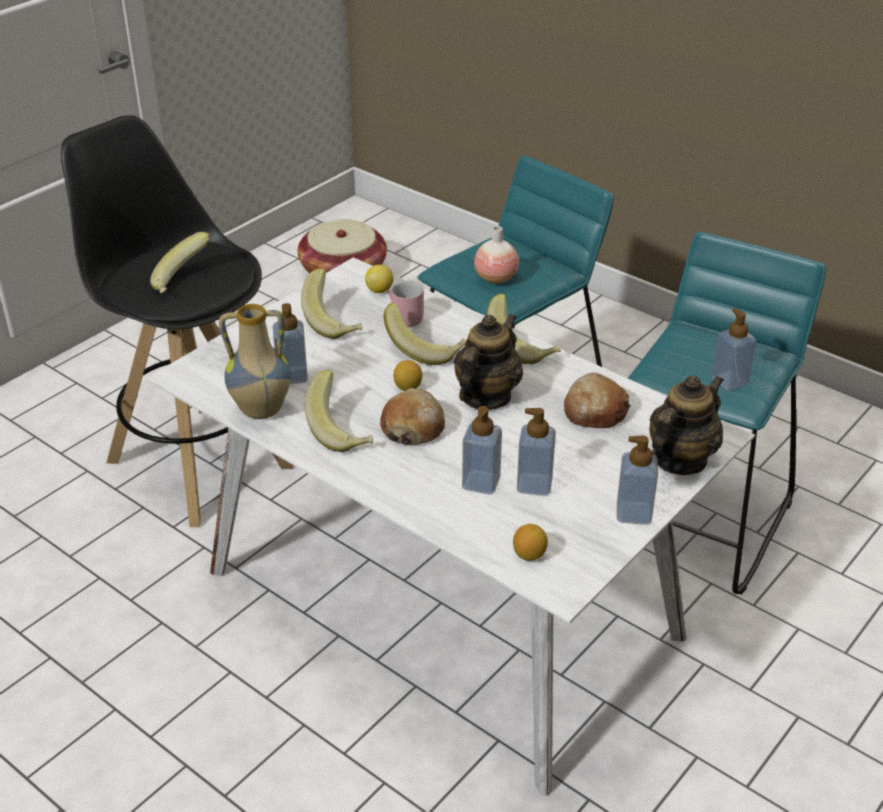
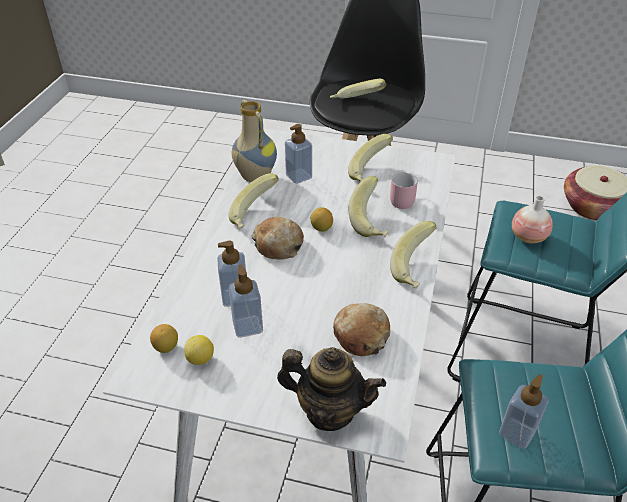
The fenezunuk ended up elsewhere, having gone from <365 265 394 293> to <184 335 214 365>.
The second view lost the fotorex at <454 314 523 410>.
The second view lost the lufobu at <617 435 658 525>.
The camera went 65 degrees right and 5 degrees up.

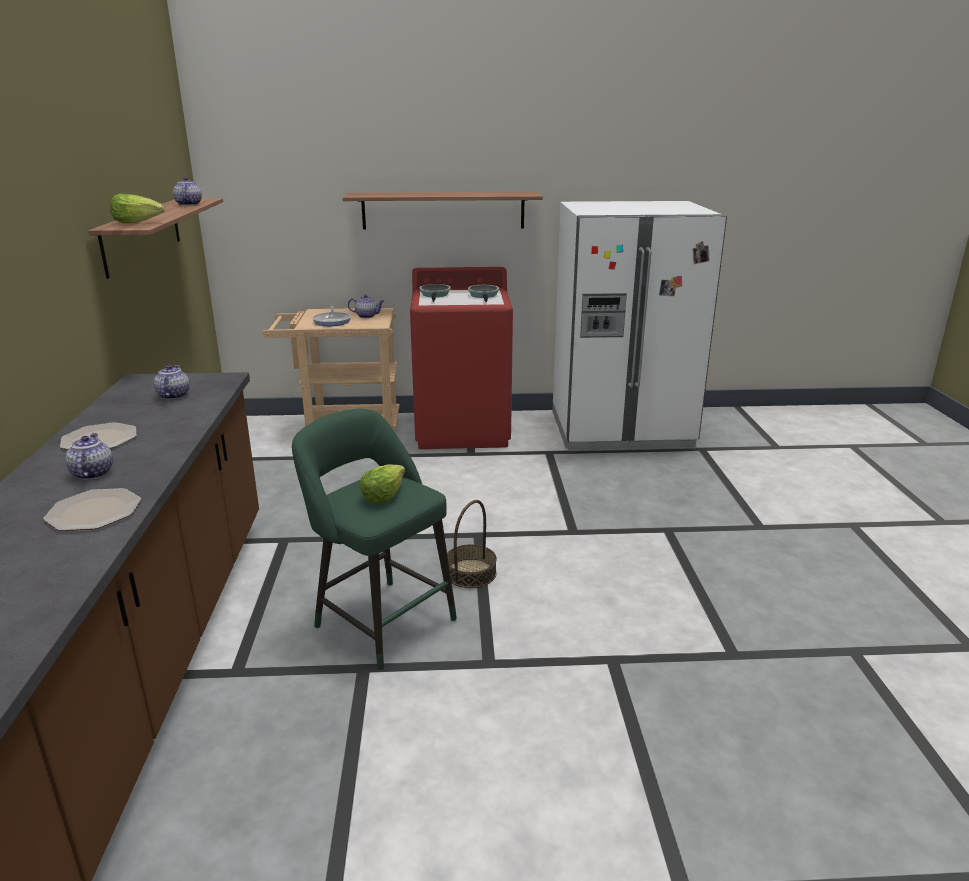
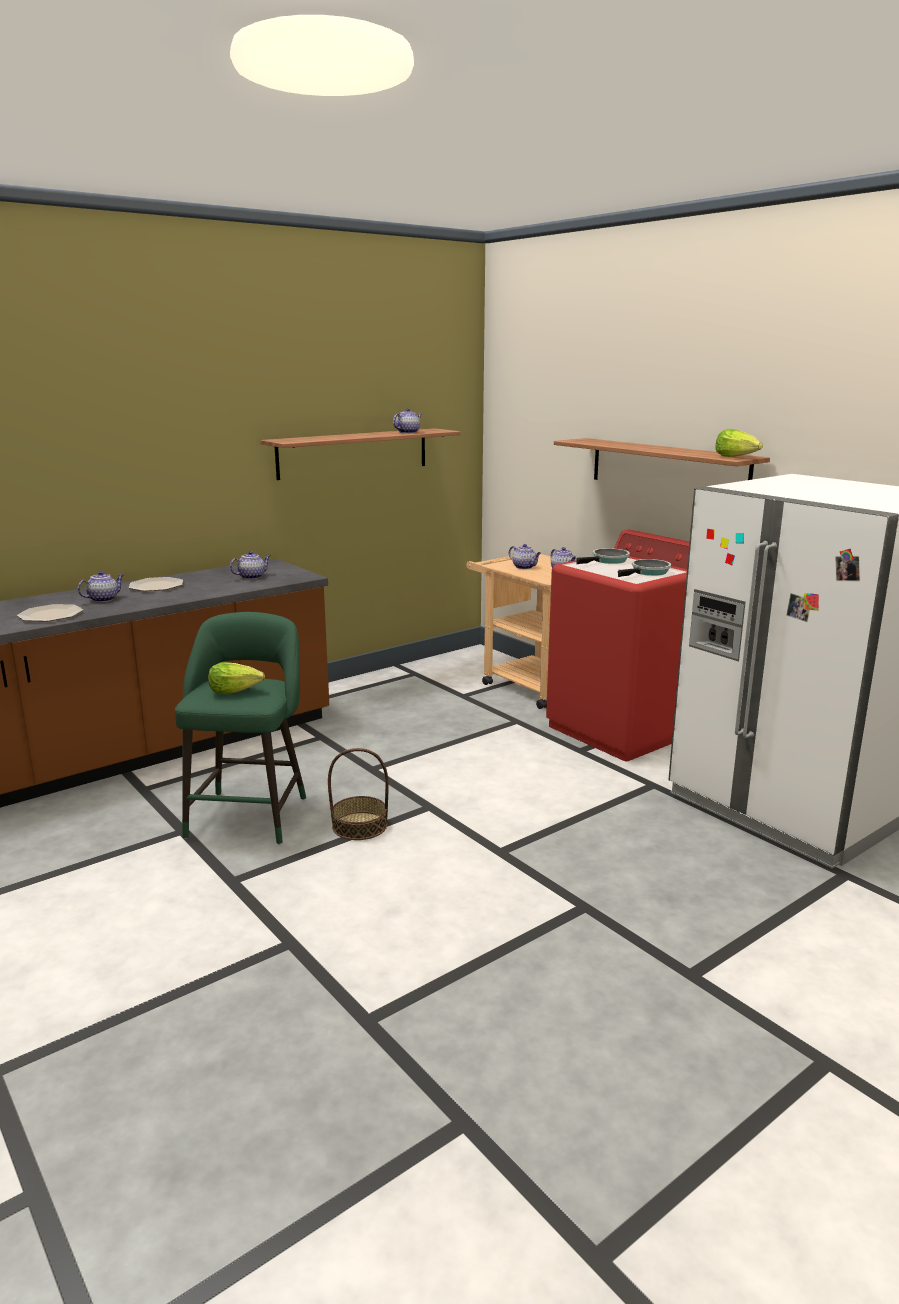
The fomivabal ended up elsewhere, having gone from <110 194 165 223> to <715 429 763 457>.
Where the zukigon stood at <312 306 351 326>, the fotorex came to stand at <509 544 541 569>.
The camera went 55 degrees right and 5 degrees down.

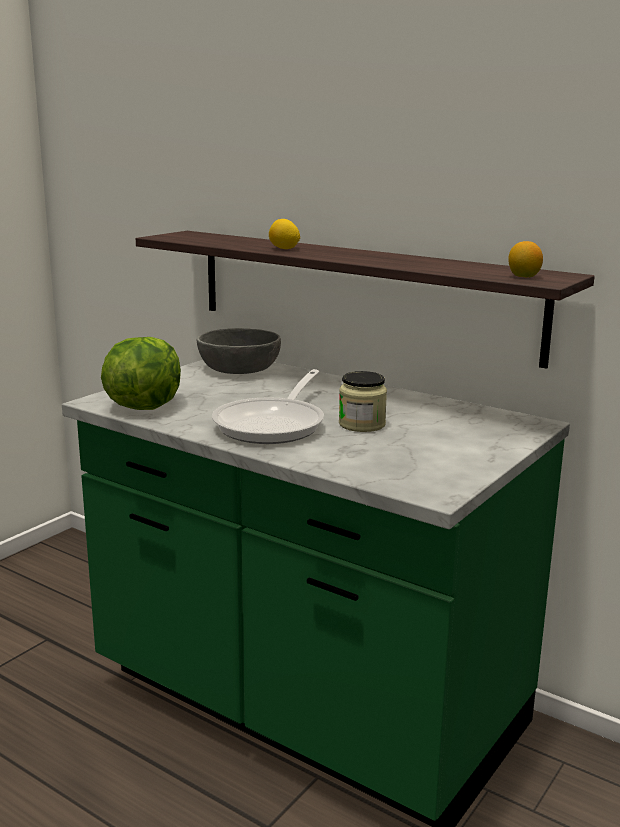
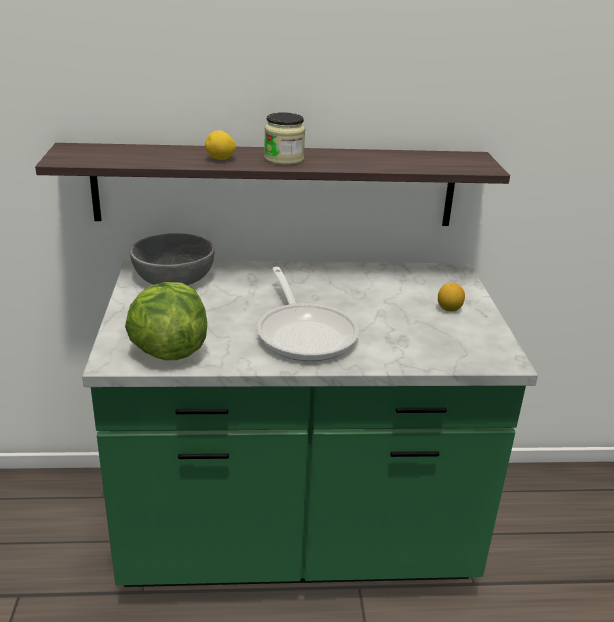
The fenezunuk ended up elsewhere, having gone from <508 241 543 278> to <438 283 465 312>.
The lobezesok ended up elsewhere, having gone from <339 371 387 432> to <264 112 305 165>.
The camera went 40 degrees left and 10 degrees up.

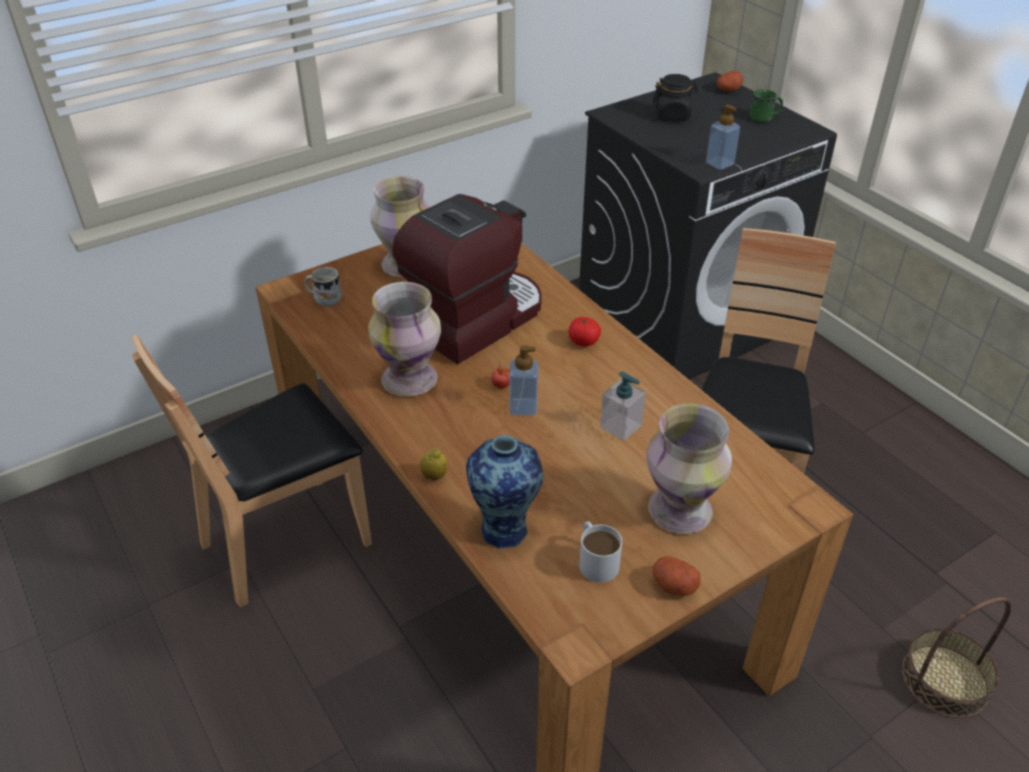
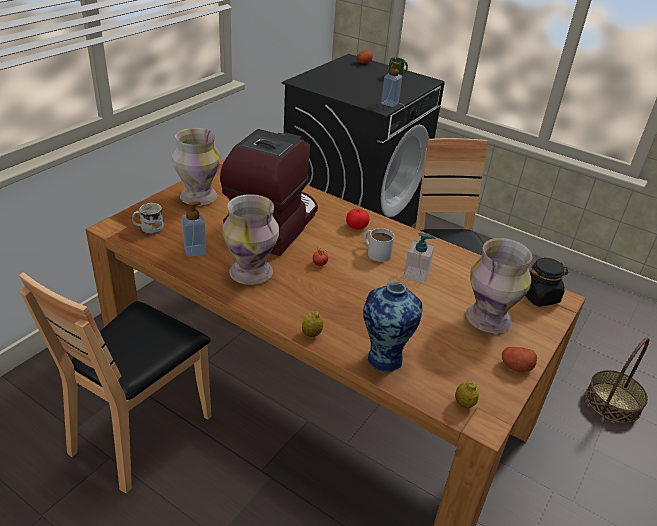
The lobezesok (black) ended up elsewhere, having gone from <653 74 698 121> to <525 258 568 307>.
The lufobu ended up elsewhere, having gone from <509 345 538 416> to <182 202 206 257>.
The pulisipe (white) ended up elsewhere, having gone from <579 521 622 582> to <364 228 395 262>.
The second view gained the fenezunuk at <455 381 479 408>.
The camera went 25 degrees left and 5 degrees down.

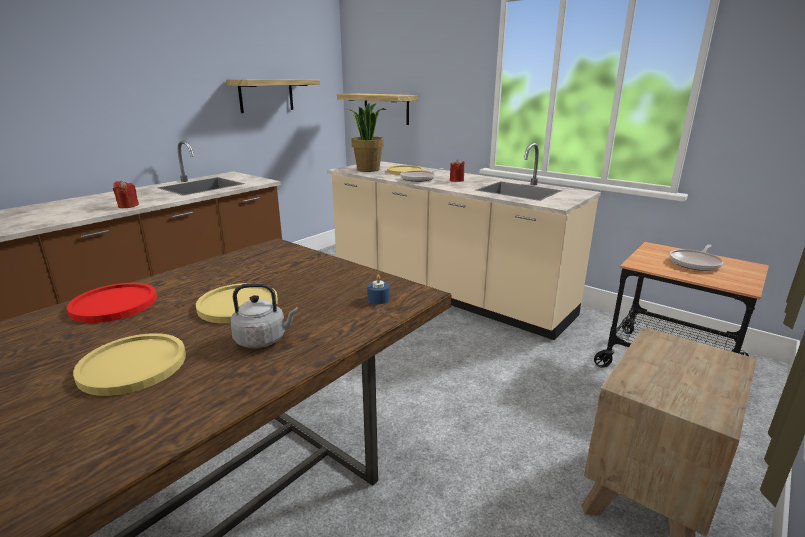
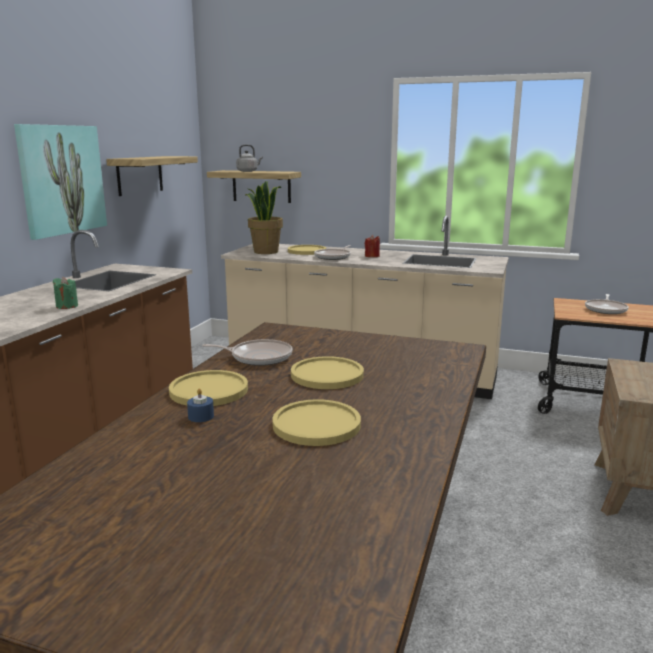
What was the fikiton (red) at <113 180 139 208> turned into the fikiton (green) at <53 277 78 309>.
The fikiton (blue) ended up elsewhere, having gone from <367 275 390 304> to <187 388 214 422>.
What was the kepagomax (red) at <67 283 157 323> turned into the kepagomax (yellow) at <169 370 248 406>.
The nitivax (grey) ended up elsewhere, having gone from <230 283 298 348> to <236 144 263 172>.
The second view gained the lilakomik at <14 124 107 240>.
The second view gained the zukigon at <202 339 293 366>.
The camera went 20 degrees left and 5 degrees down.

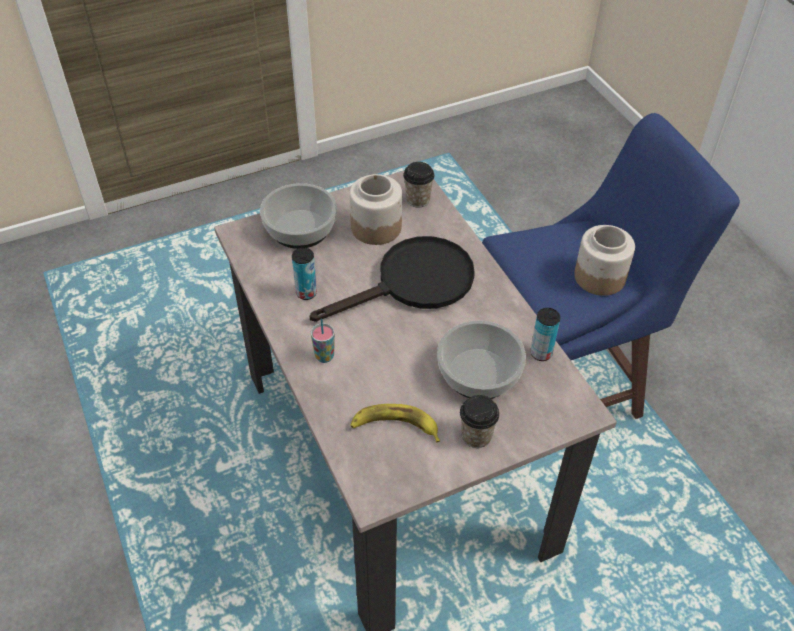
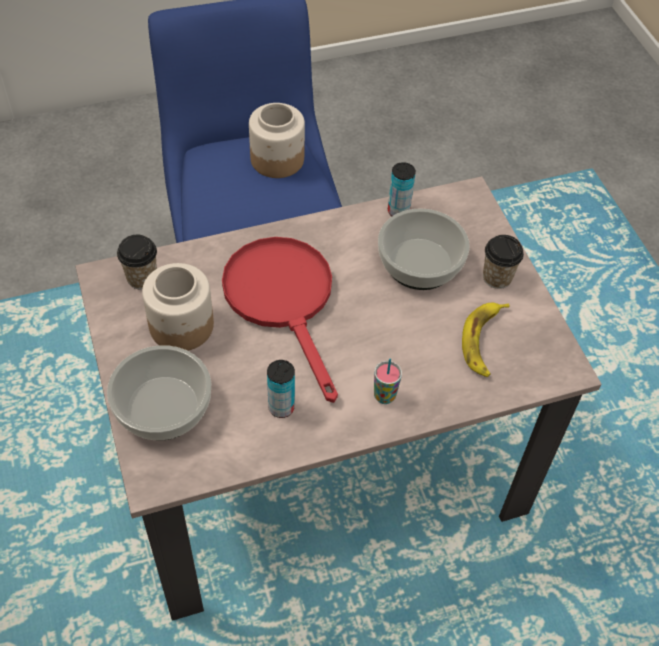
What was the zukigon (black) at <310 236 475 322> turned into the zukigon (red) at <222 237 338 403>.
The camera went 85 degrees left and 5 degrees up.

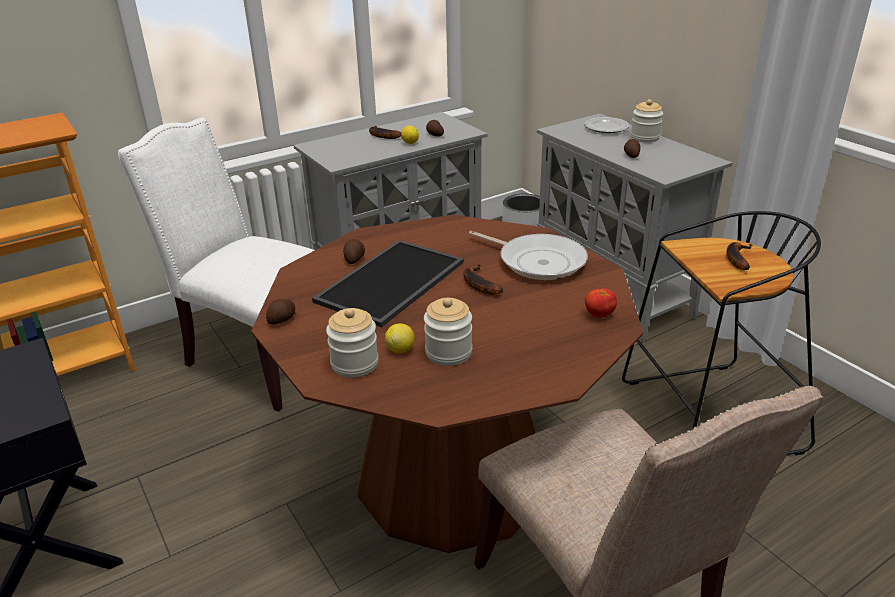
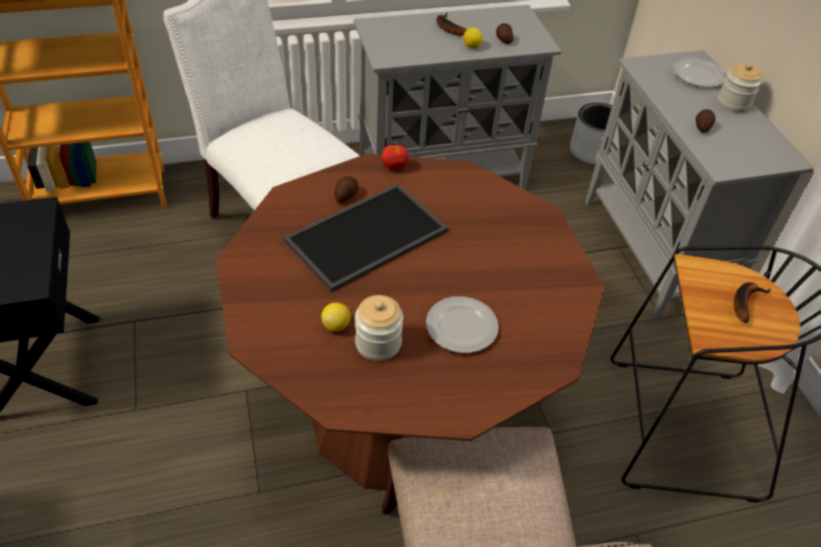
The second view lost the zukigon at <469 231 588 280>.
The second view lost the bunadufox at <463 264 503 295>.
The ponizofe ended up elsewhere, having gone from <585 288 617 318> to <382 145 408 170>.
The second view lost the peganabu at <266 299 295 325>.
The second view lost the lobezesok at <326 308 378 377>.
The second view gained the kepagomax at <426 296 499 353>.
The camera went 15 degrees right and 15 degrees up.

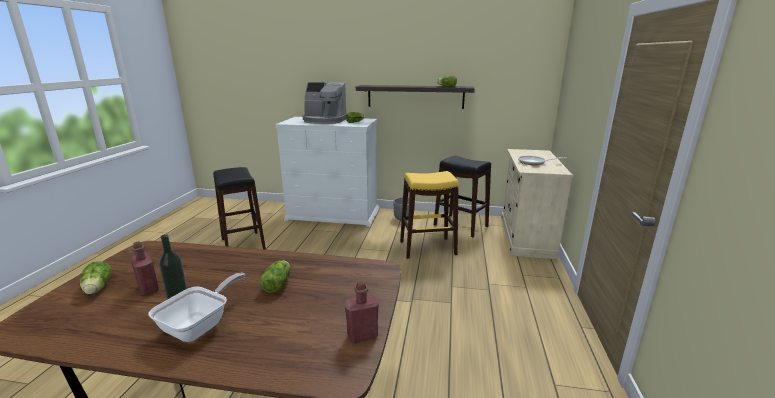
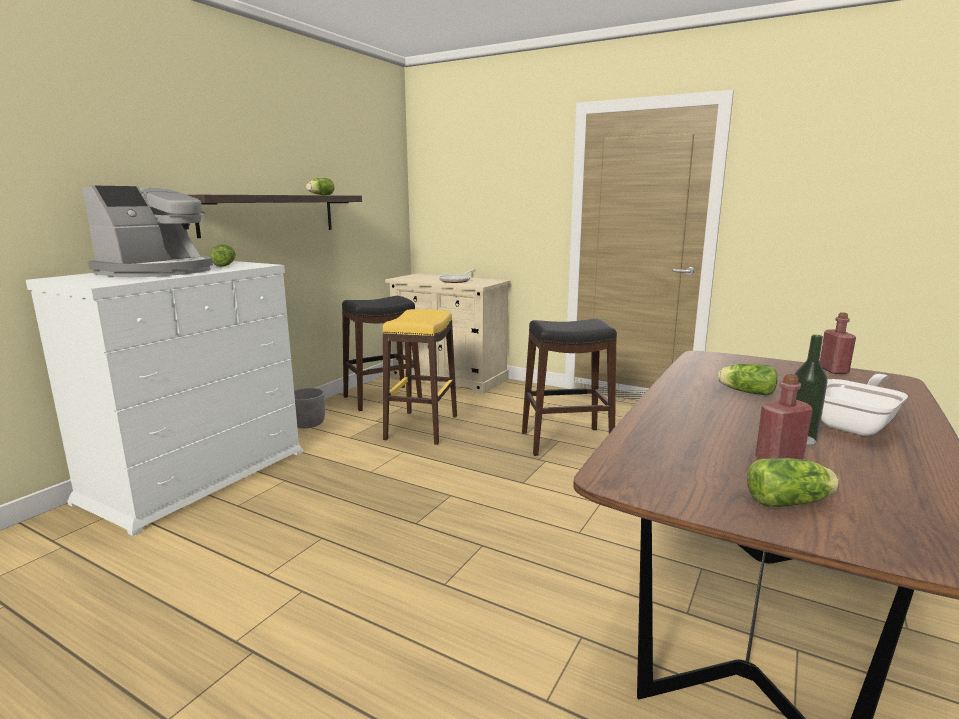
The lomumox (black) ended up elsewhere, having gone from <213 167 266 250> to <522 319 617 456>.
The zukigon at <148 273 245 342> ended up facing another way, 90 degrees clockwise from before.
The camera went 70 degrees left and 5 degrees down.

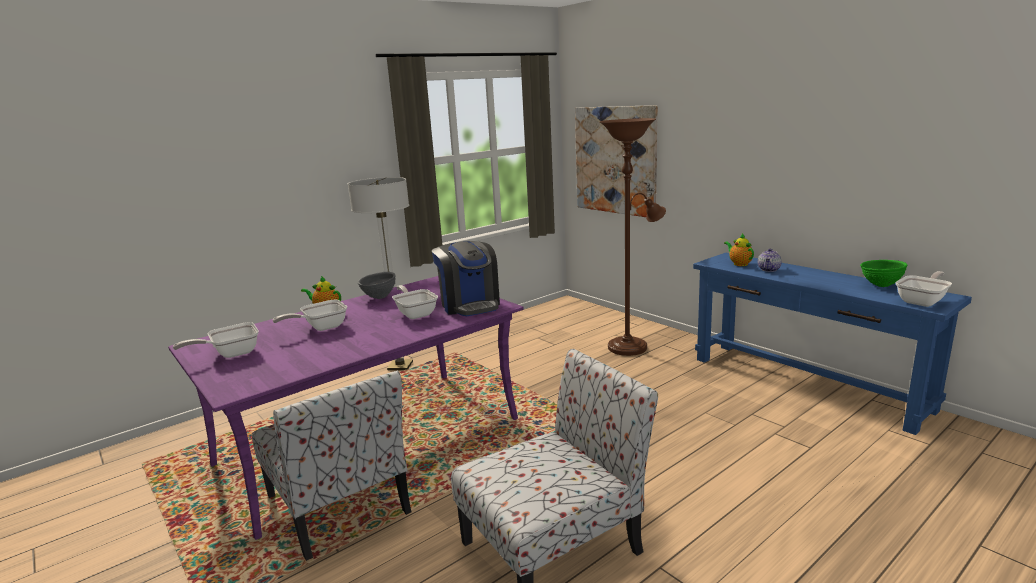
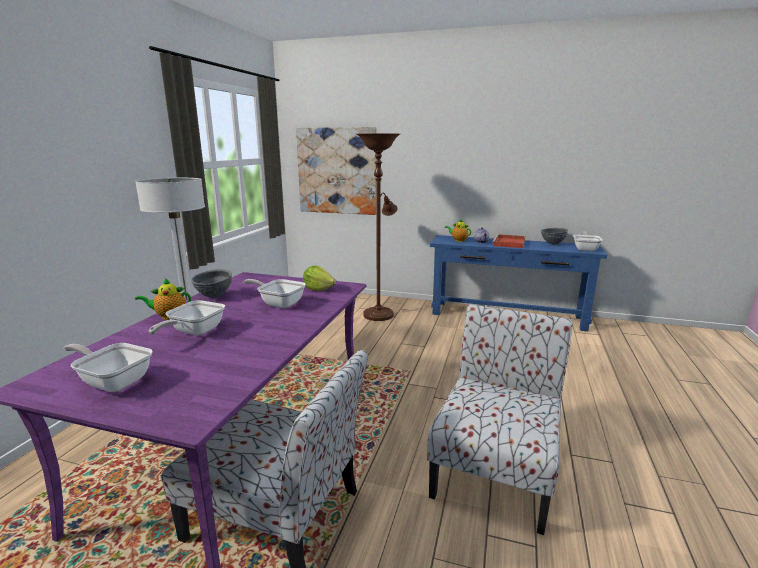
Where the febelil stood at <432 241 500 316>, the fomivabal came to stand at <303 265 336 291>.
What was the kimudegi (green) at <860 260 907 287> turned into the kimudegi (grey) at <541 228 568 245>.
The zukigon at <173 322 259 358> ended up facing another way, 90 degrees clockwise from before.
The second view gained the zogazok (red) at <492 234 525 248>.
The camera went 35 degrees left and 0 degrees up.

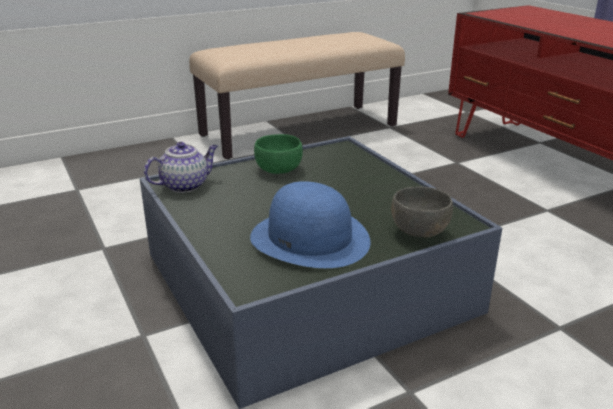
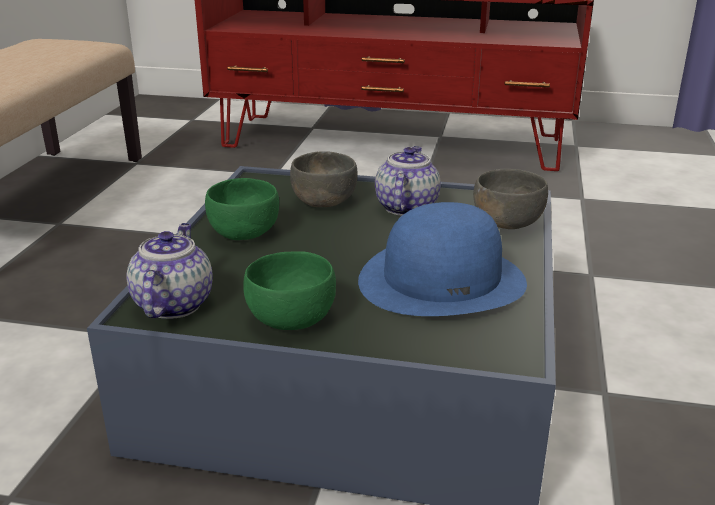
The second view gained the fotorex at <375 146 441 216>.
The second view gained the kimudegi (grey) at <290 151 358 207>.
The second view gained the kimudegi (green) at <243 251 336 330>.
The camera went 50 degrees left and 0 degrees up.

